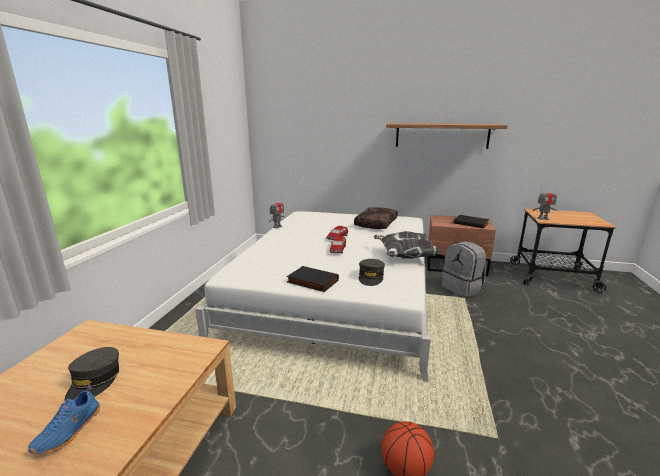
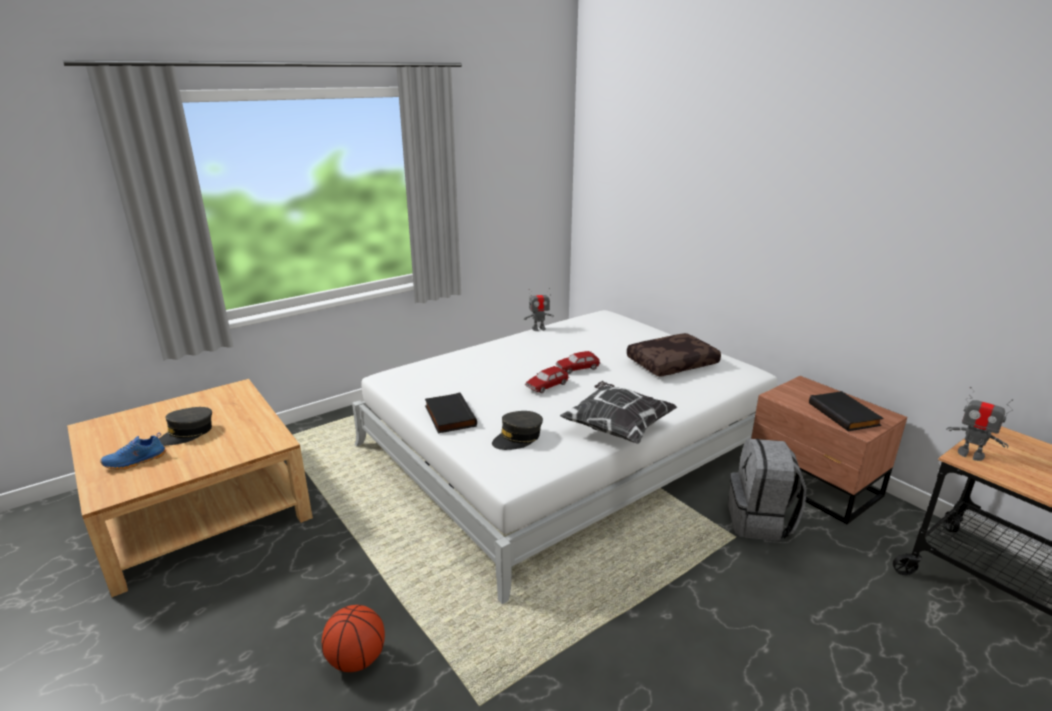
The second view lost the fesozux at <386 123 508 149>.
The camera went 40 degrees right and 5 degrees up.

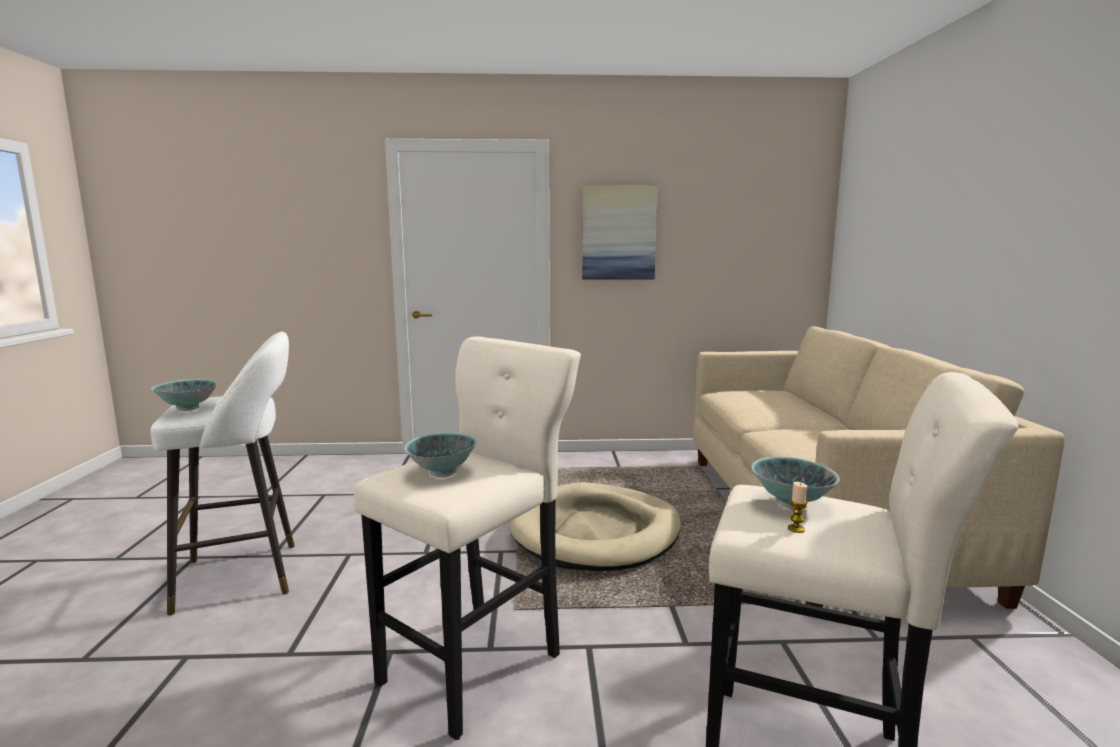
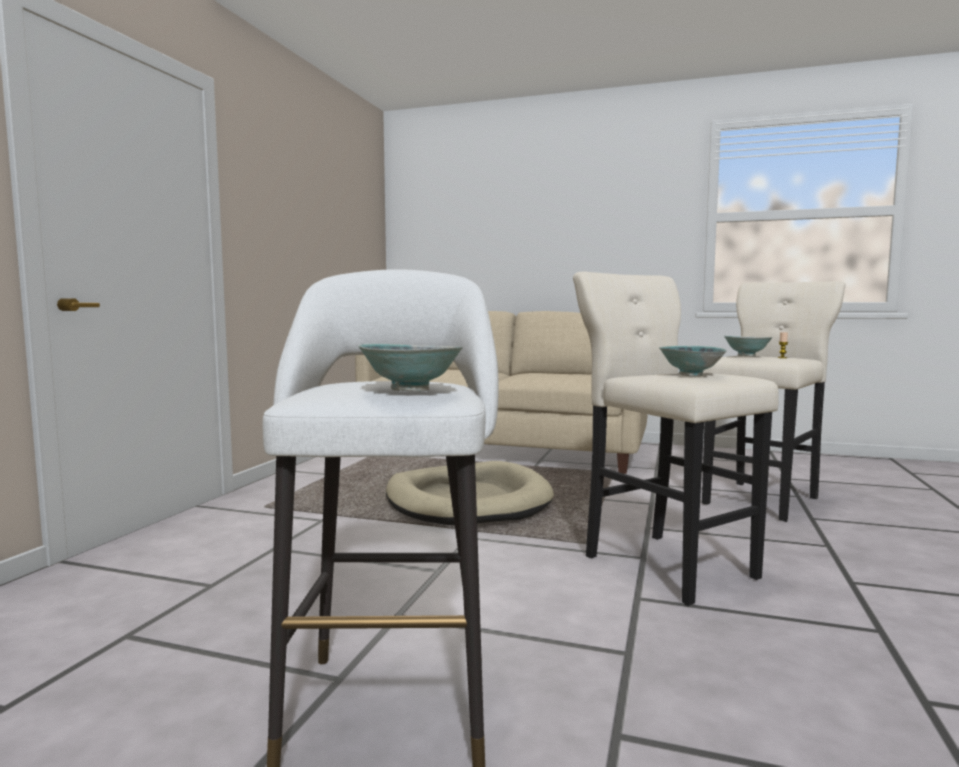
The second view lost the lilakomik at <582 186 658 280>.
The camera went 70 degrees left and 5 degrees down.

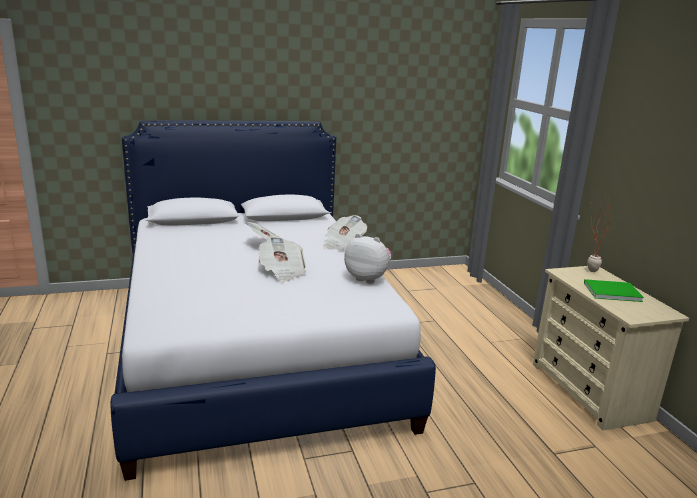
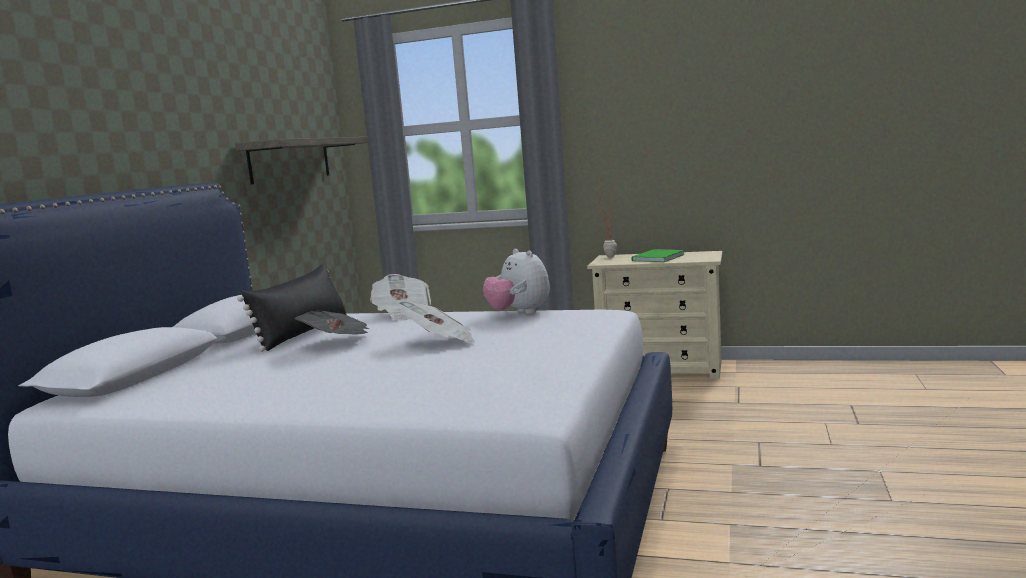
The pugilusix at <344 233 391 284> ended up facing another way, 90 degrees counterclockwise from before.
The second view gained the fesozux at <235 137 369 184>.
The second view gained the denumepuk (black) at <237 264 347 352>.
The camera went 55 degrees left and 10 degrees down.

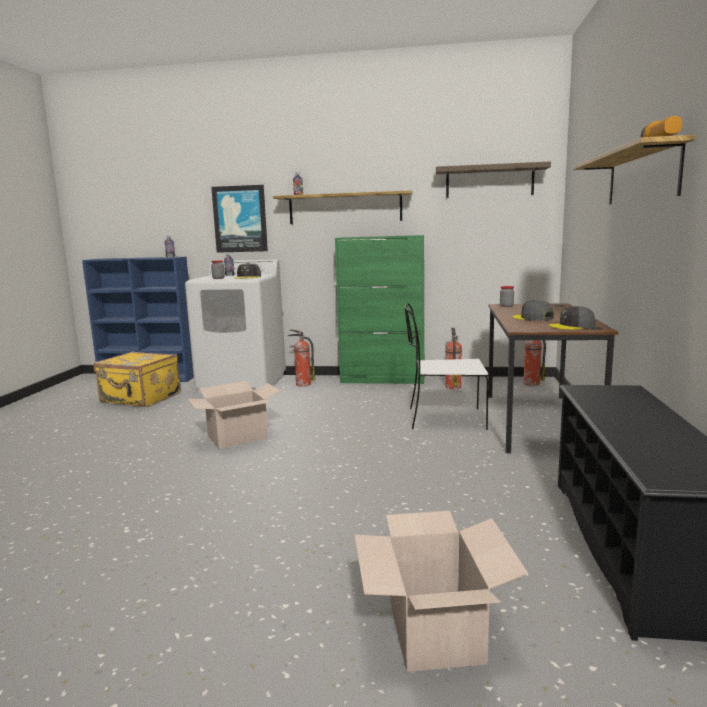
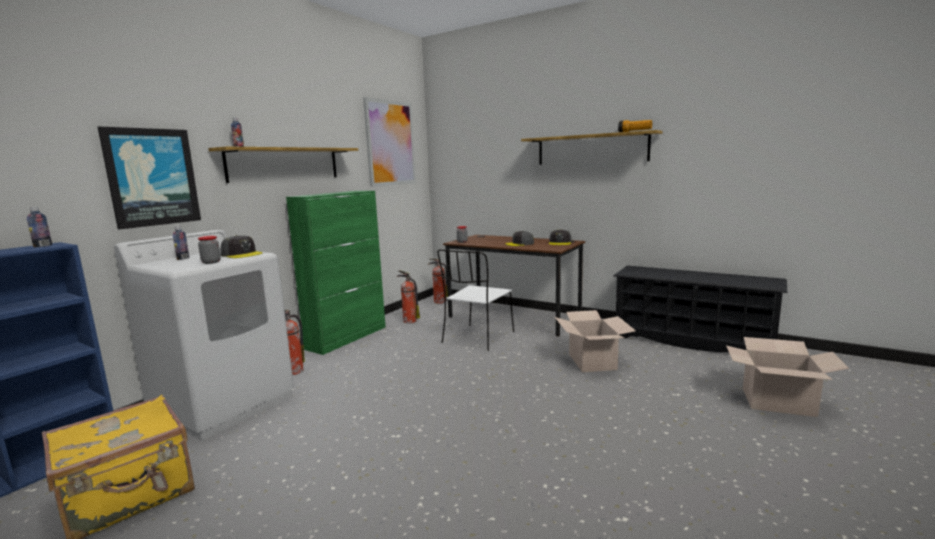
Where the fesozux hung at <436 161 551 198>, the lilakomik came to hang at <363 97 416 187>.
The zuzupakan ended up elsewhere, having gone from <187 381 281 449> to <555 310 636 372>.
The camera went 65 degrees left and 0 degrees up.

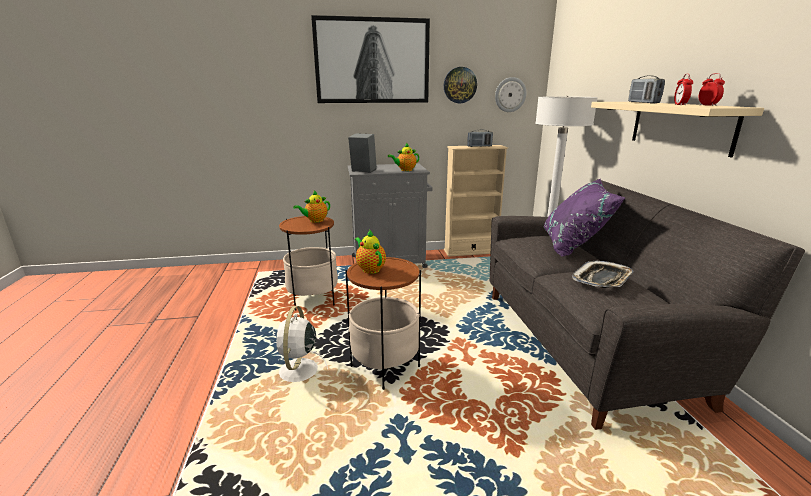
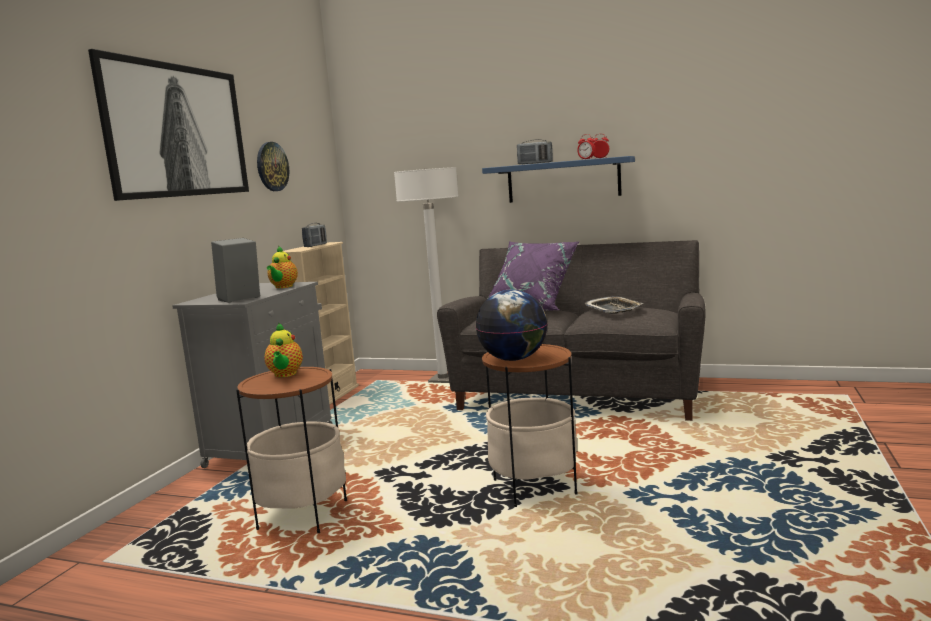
The second view lost the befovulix at <495 77 526 112>.
What was the fesozux (beige) at <591 102 764 157> turned into the fesozux (blue) at <482 156 635 203>.
Where the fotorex stood at <355 230 386 274>, the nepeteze came to stand at <476 290 548 361>.
The second view lost the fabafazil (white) at <276 306 328 382>.
The camera went 60 degrees left and 10 degrees down.

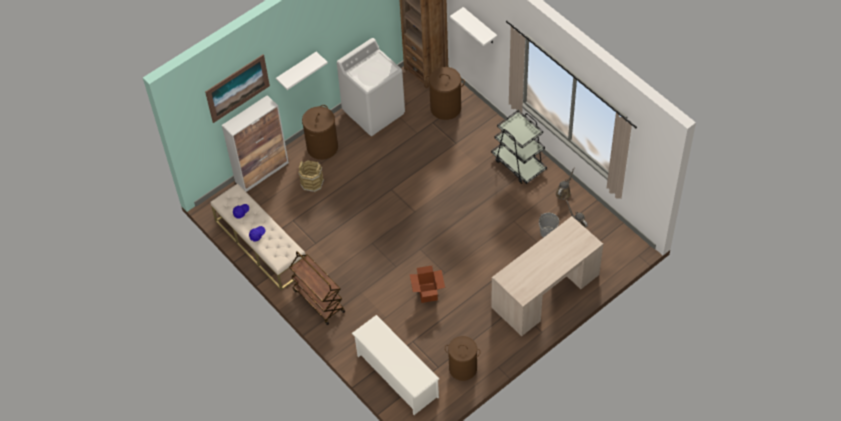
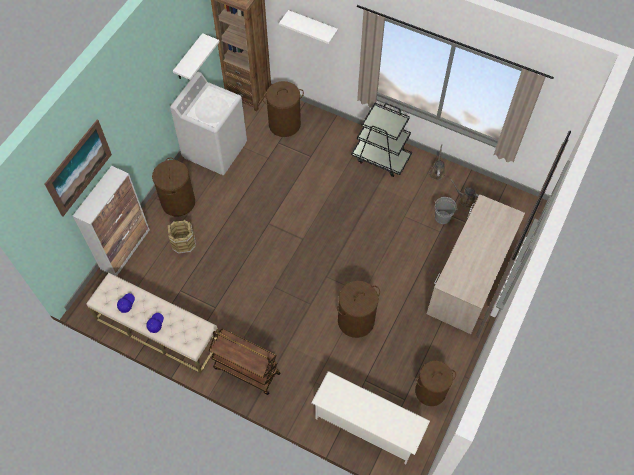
The fesozux (white) ended up elsewhere, having gone from <276 52 328 90> to <173 33 219 80>.
Where the zuzupakan stood at <410 266 445 303>, the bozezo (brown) came to stand at <337 281 380 338>.
The camera went 25 degrees left and 5 degrees up.

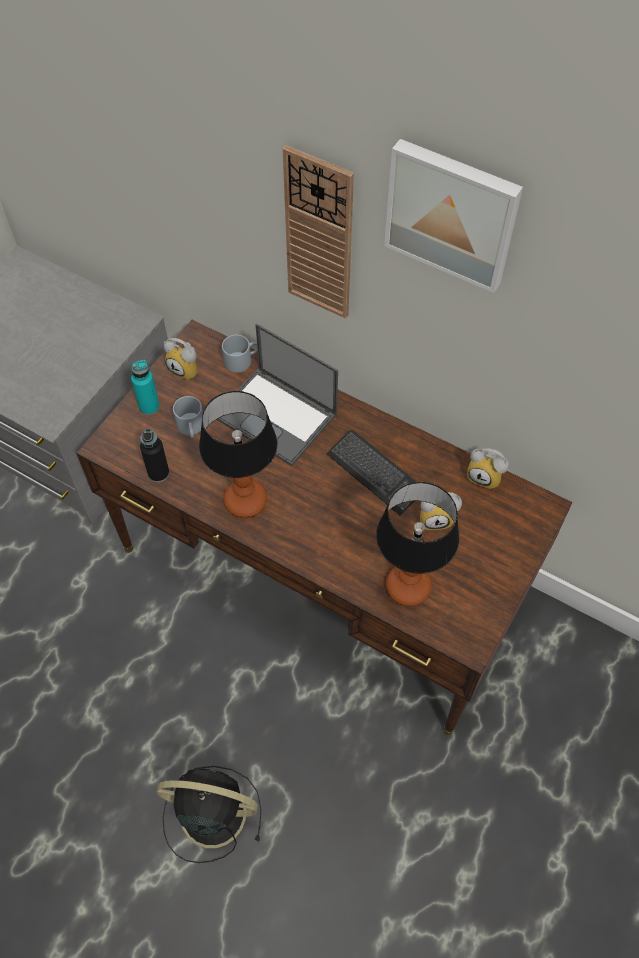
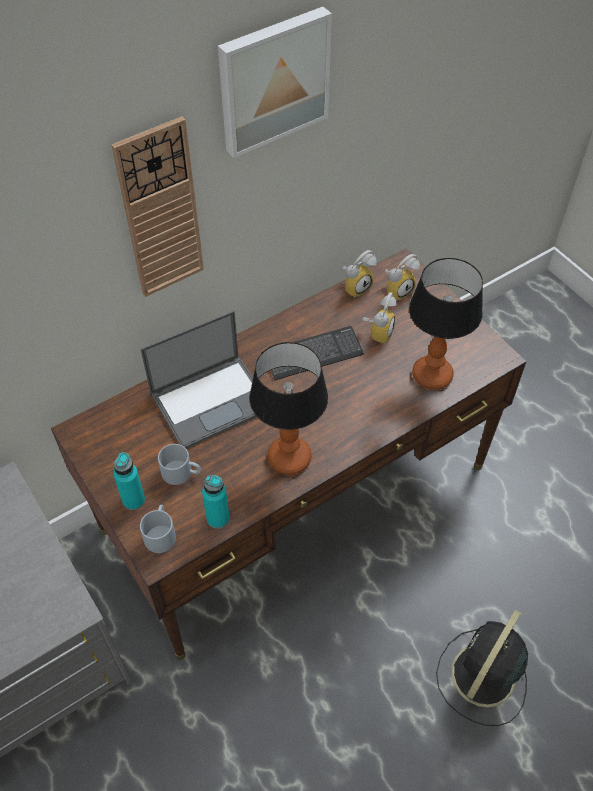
The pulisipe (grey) ended up elsewhere, having gone from <222 335 258 373> to <140 505 176 553>.
The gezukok ended up elsewhere, having gone from <164 338 198 380> to <385 254 420 301>.
What was the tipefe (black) at <140 429 169 482> turned into the tipefe (turquoise) at <202 475 230 529>.
The camera went 65 degrees left and 5 degrees down.

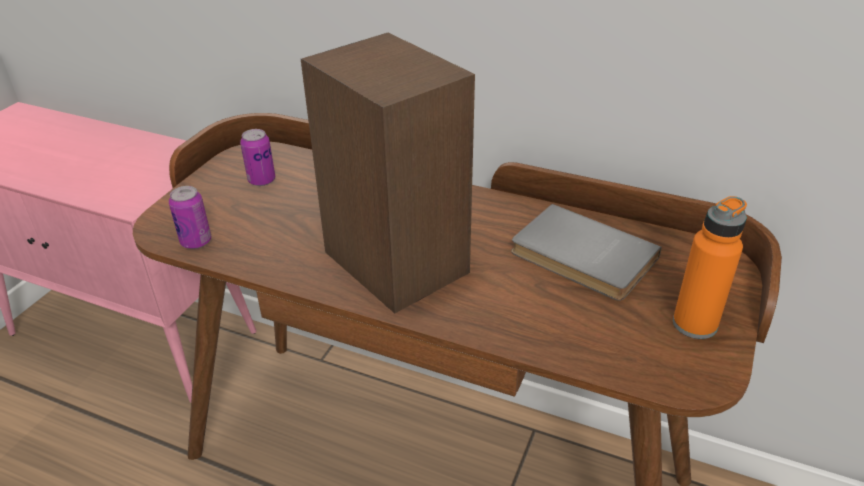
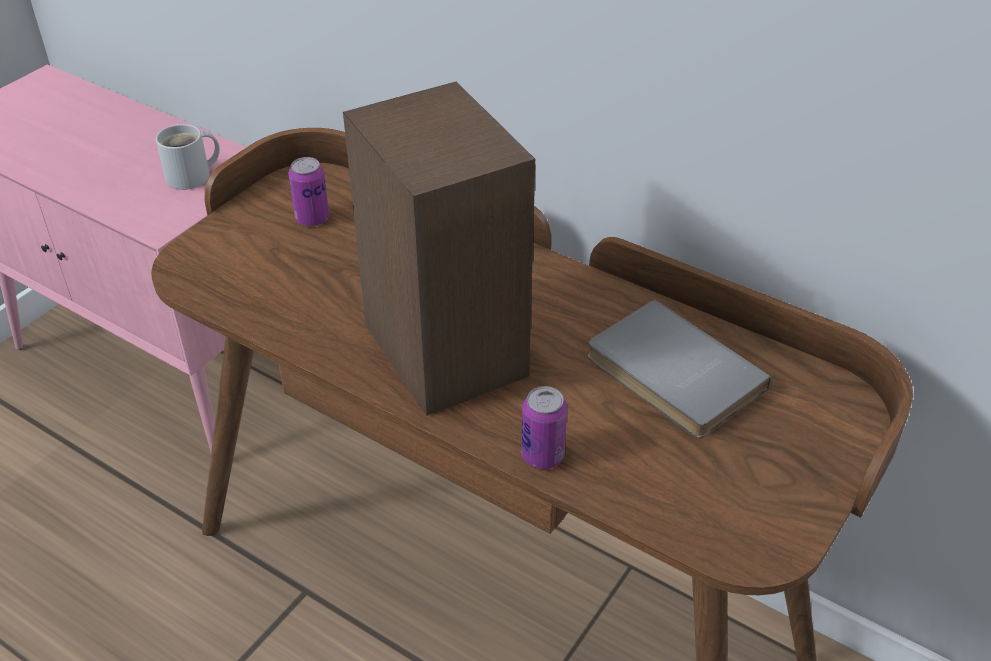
The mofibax ended up elsewhere, having gone from <169 186 211 249> to <521 386 567 469>.
The second view lost the tipefe (orange) at <673 196 747 339>.
The second view gained the pulisipe (white) at <156 124 220 190>.
The camera went 10 degrees right and 5 degrees up.

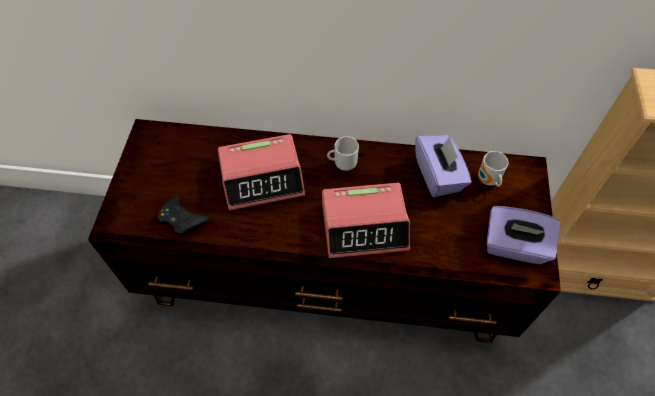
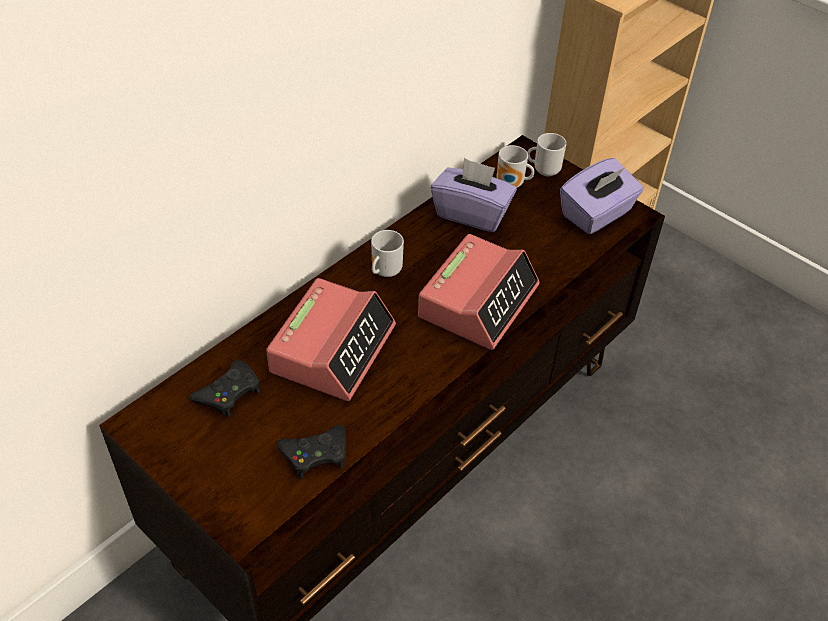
The second view gained the pulisipe at <527 133 567 177>.
The second view gained the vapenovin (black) at <189 360 260 417>.
The camera went 55 degrees left and 10 degrees down.

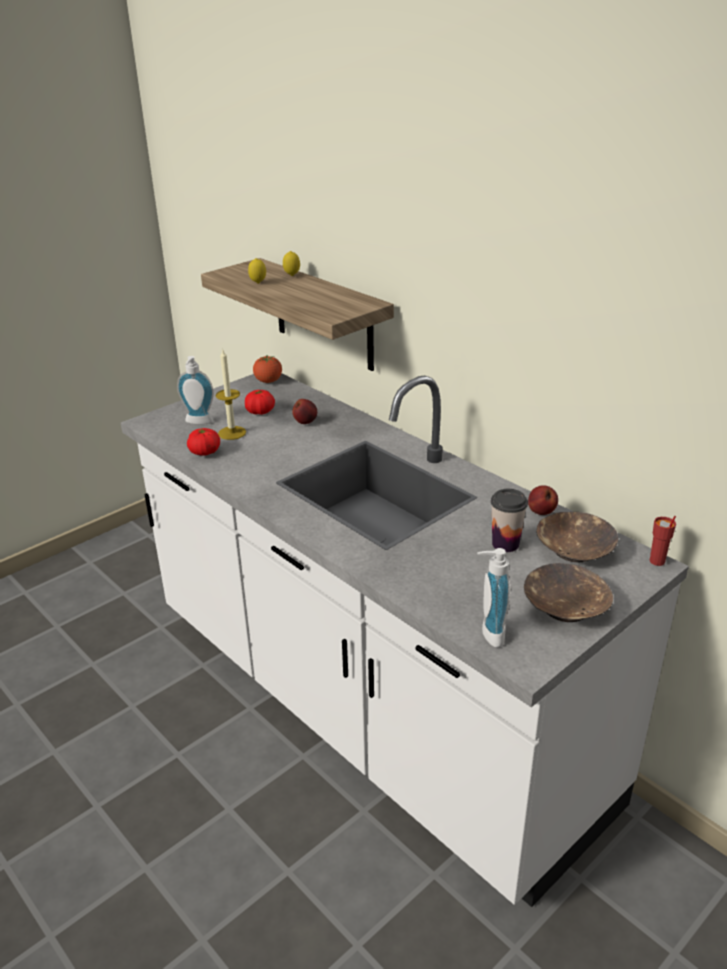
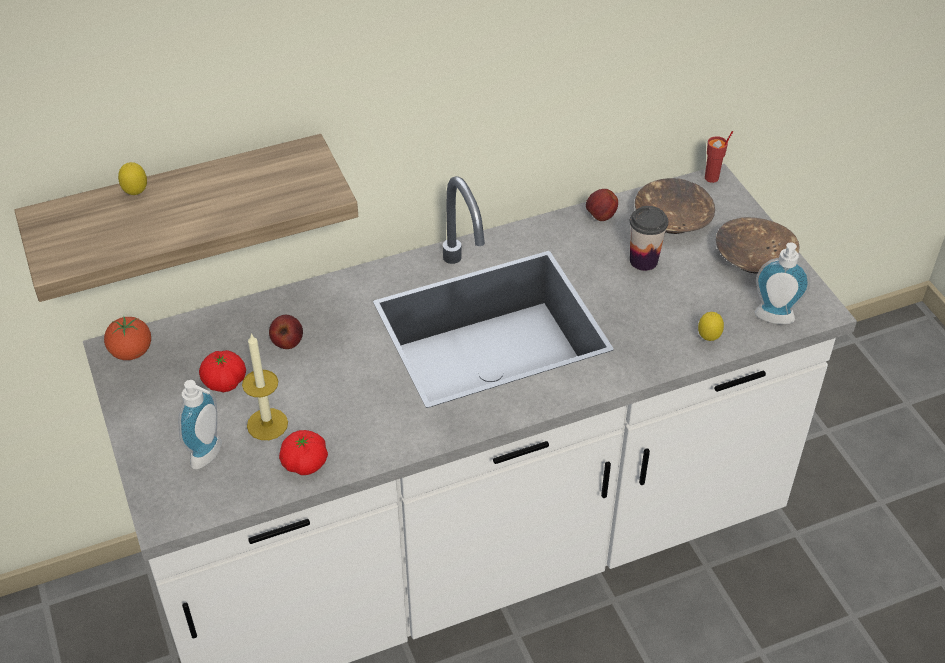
The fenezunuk ended up elsewhere, having gone from <248 258 266 284> to <698 312 724 341>.
The camera went 70 degrees left and 15 degrees up.

